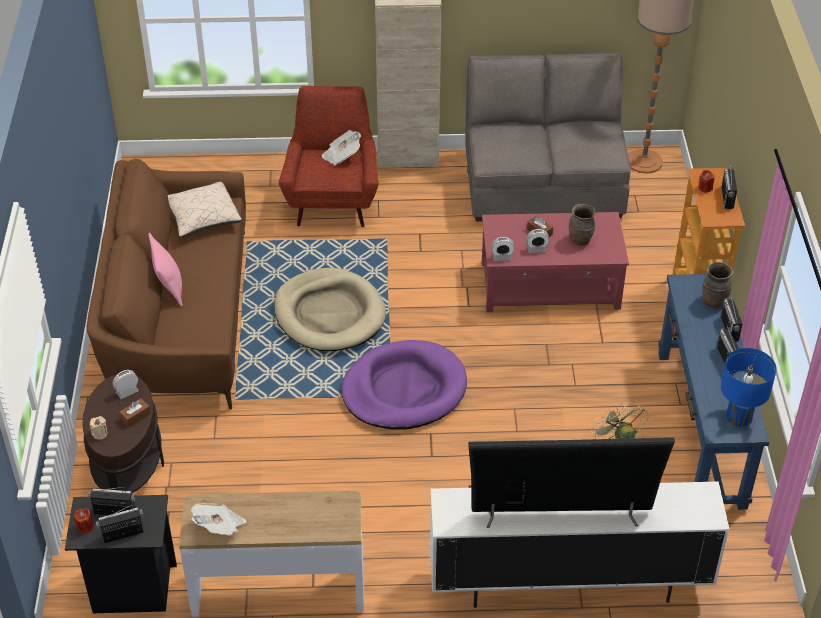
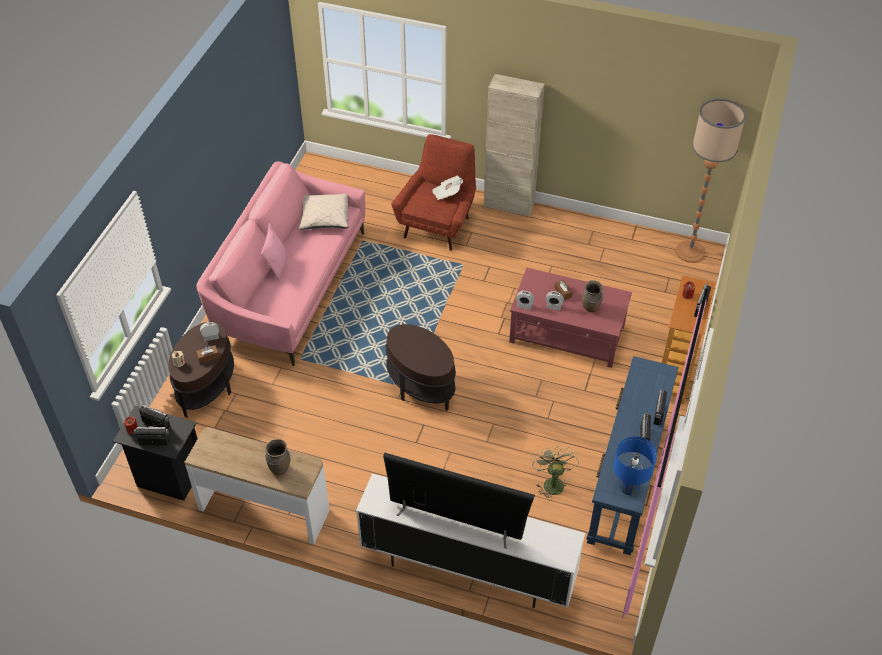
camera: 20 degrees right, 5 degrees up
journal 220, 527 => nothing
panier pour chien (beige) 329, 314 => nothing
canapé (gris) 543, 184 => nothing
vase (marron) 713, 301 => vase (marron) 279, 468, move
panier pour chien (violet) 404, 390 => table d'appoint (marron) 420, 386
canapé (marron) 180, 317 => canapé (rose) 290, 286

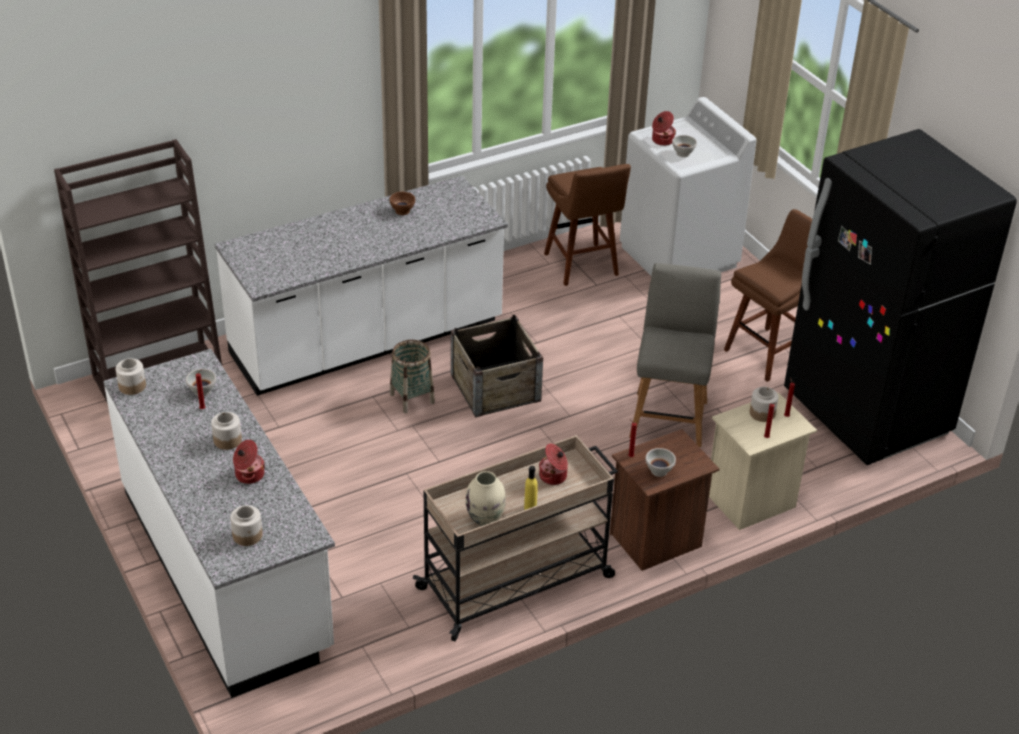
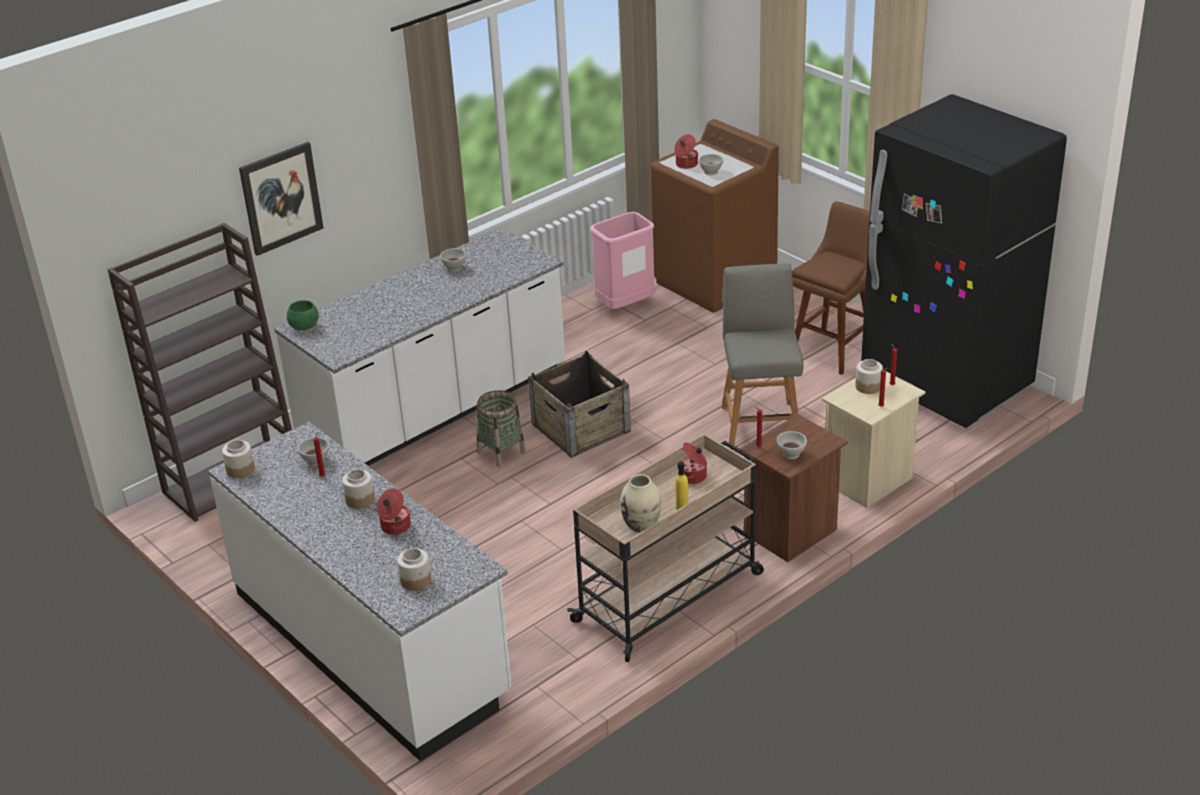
camera: 10 degrees left, 5 degrees down
nothing => tableau 281, 198
nothing => bol (vert) 304, 327
tabouret (marron) 582, 266 => poubelle (rose) 625, 306
bol (marron) 403, 211 => bol (blanc) 454, 268
lave-linge (blanc) 679, 257 => lave-linge (marron) 715, 282

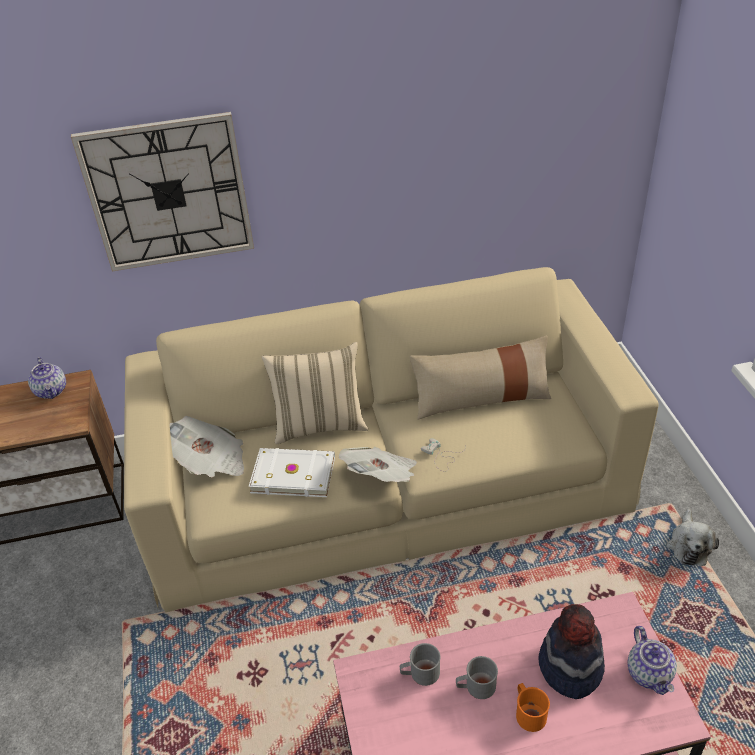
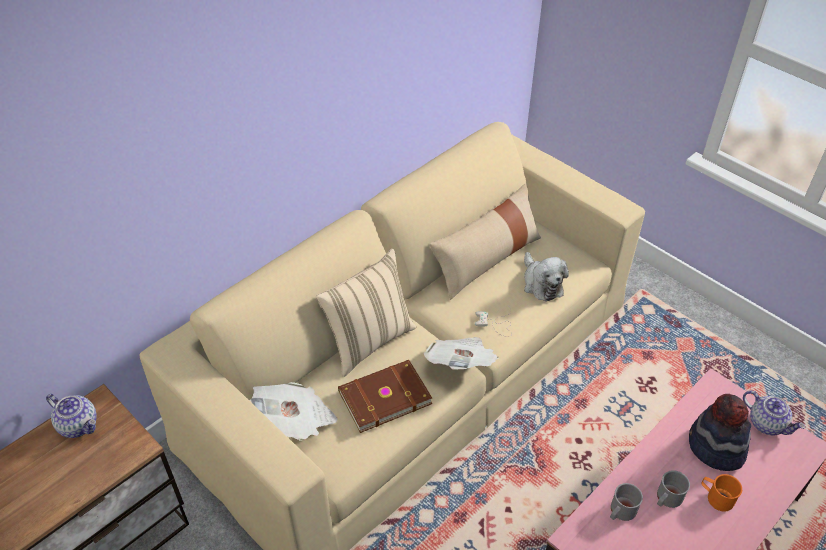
camera: 35 degrees left, 5 degrees up
horloge murale 168, 193 => nothing
peluche 688, 545 => peluche 541, 283, move
livre (blanc) 293, 473 => livre (marron) 383, 396

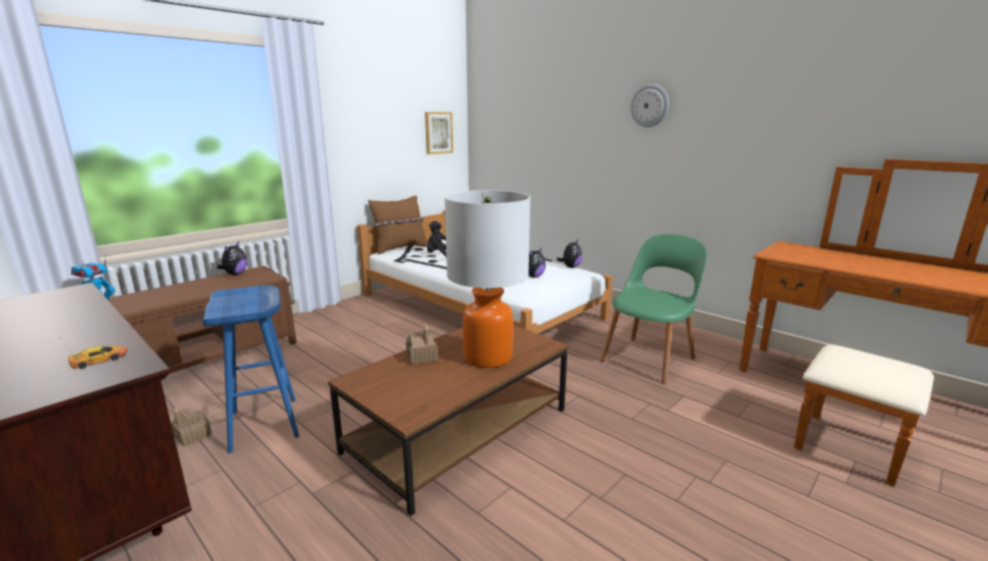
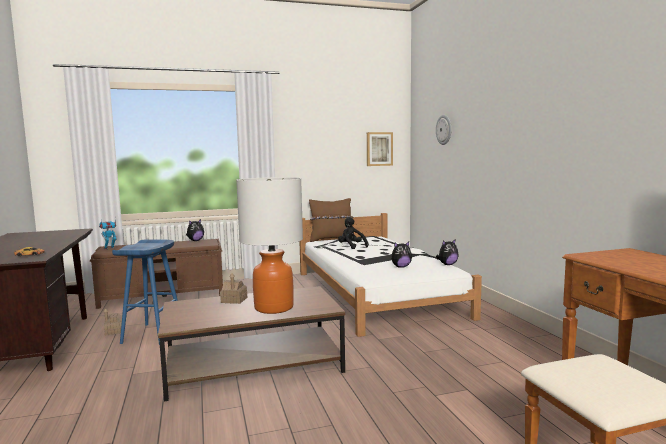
camera: 30 degrees right, 10 degrees down
chaise (vert) 649, 358 => nothing
horloge murale 649, 105 => horloge murale 444, 129, move

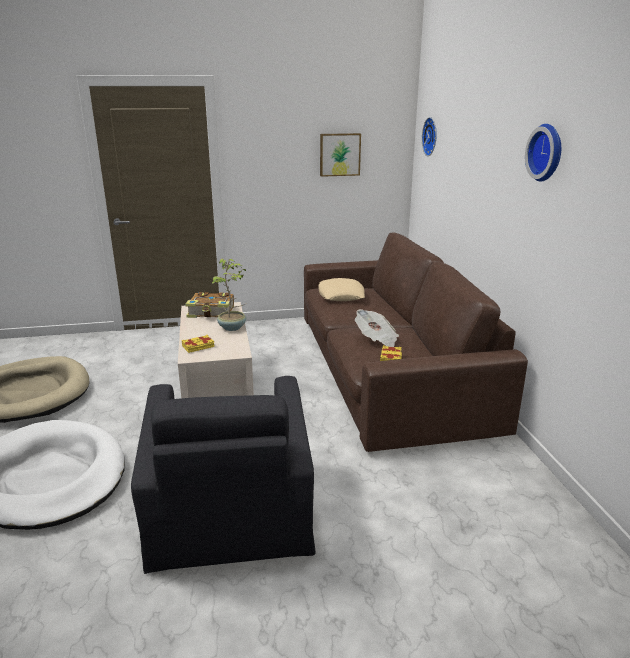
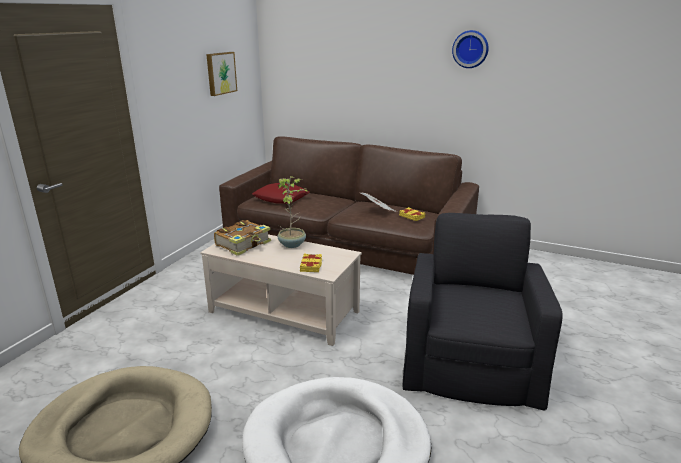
camera: 55 degrees left, 0 degrees up
horloge murale 431, 136 => nothing
coussin (beige) 341, 295 => coussin (rouge) 281, 198
fauteuil (noir) 230, 512 => fauteuil (noir) 471, 357, 105 degrees counterclockwise

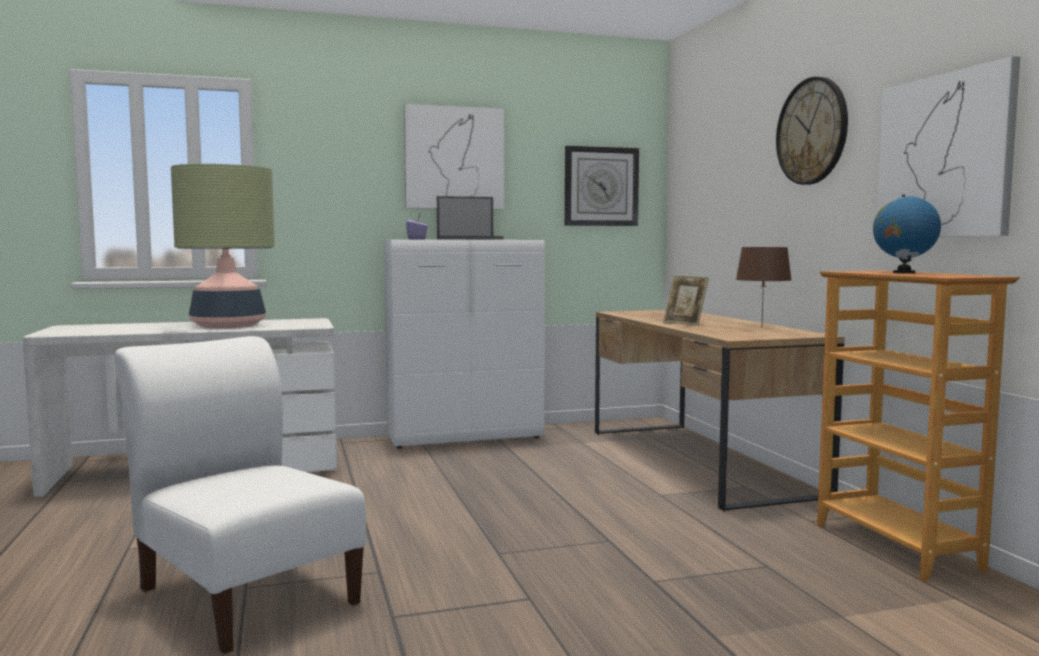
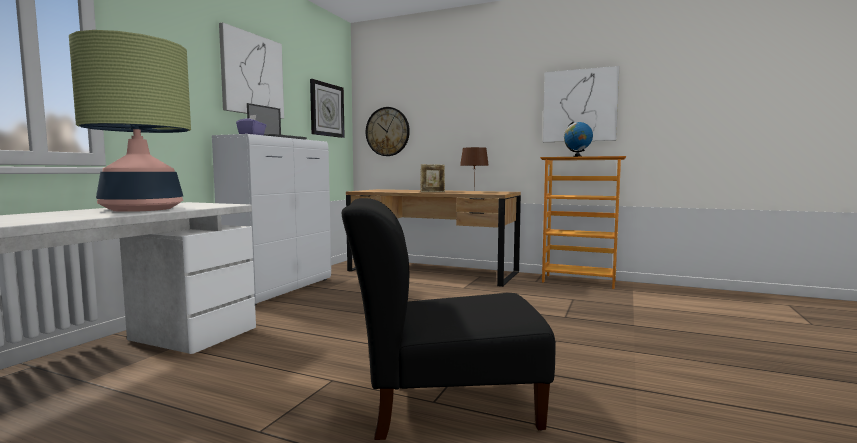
camera: 50 degrees left, 0 degrees up
horloge murale 812, 131 => horloge murale 387, 131, move
chaise (blanc) 245, 592 => chaise (noir) 443, 403

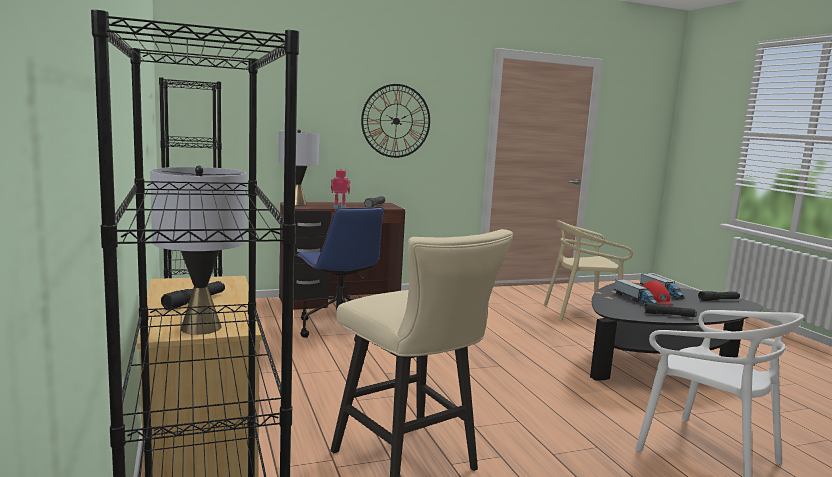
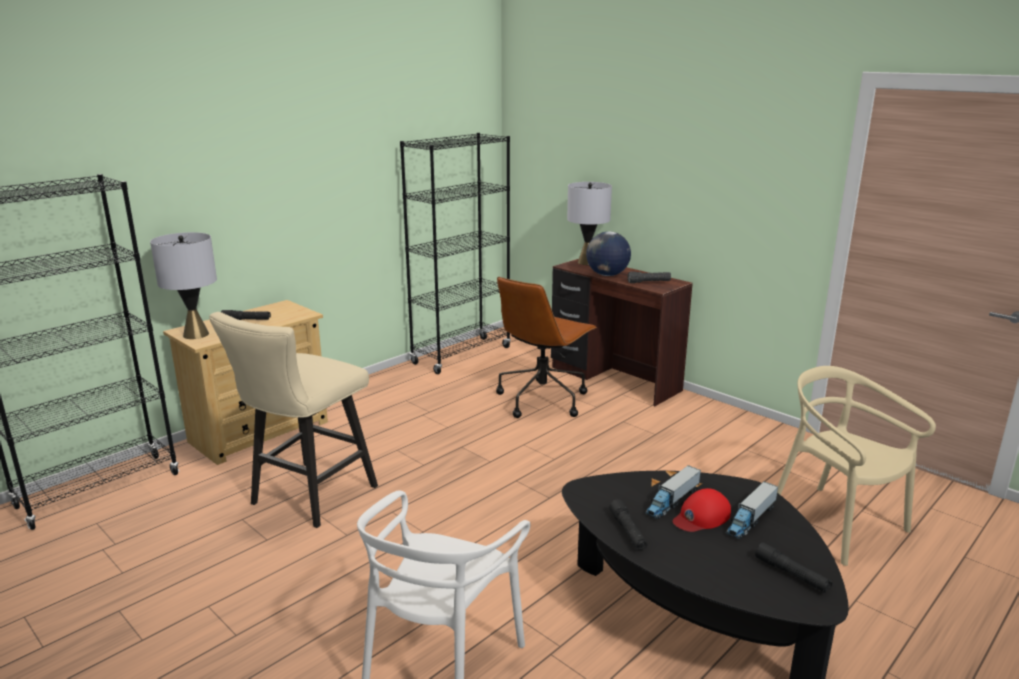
camera: 65 degrees right, 10 degrees up
horloge murale 396, 121 => nothing
robot jouet 339, 207 => globe 607, 275
chaise de bureau (bleu) 338, 327 => chaise de bureau (marron) 542, 399

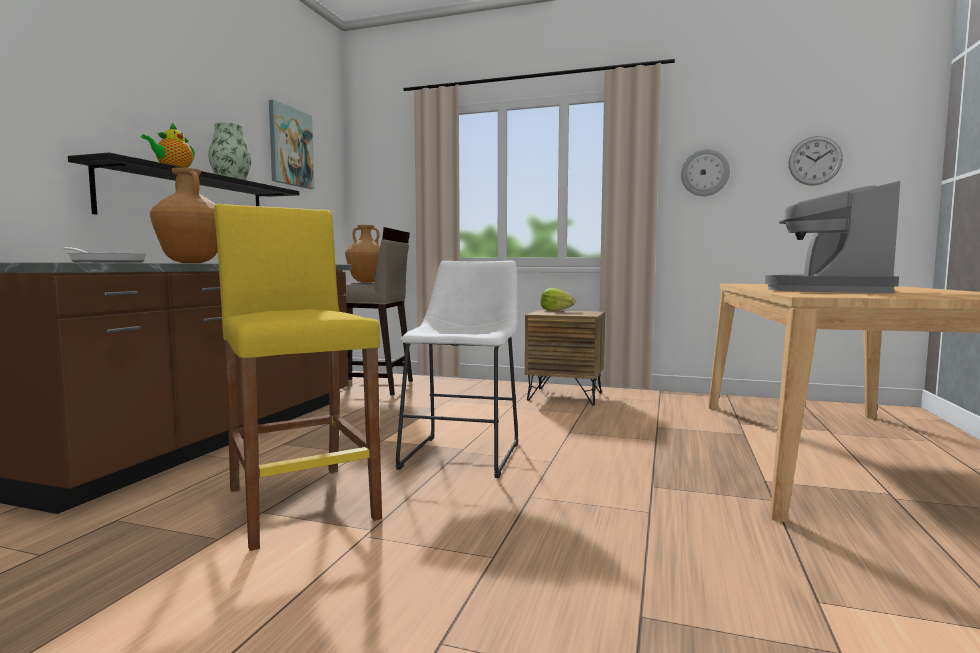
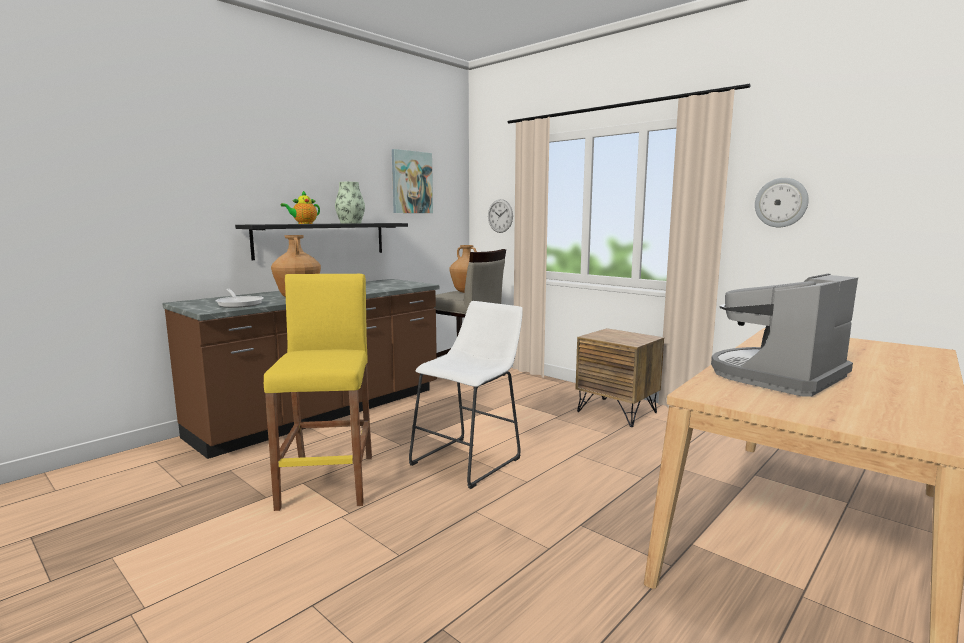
camera: 25 degrees right, 5 degrees up
laitue 556, 311 => nothing
horloge murale 815, 160 => horloge murale 500, 216, move

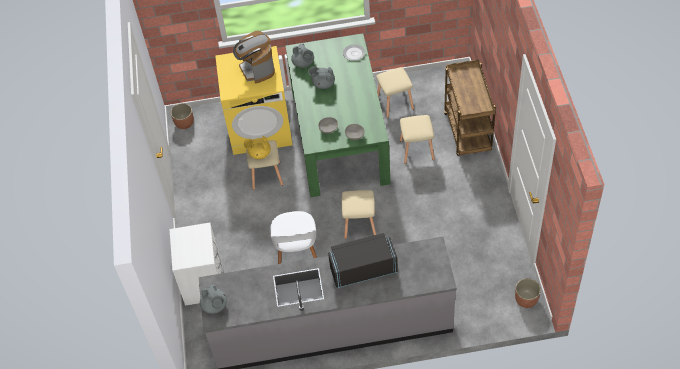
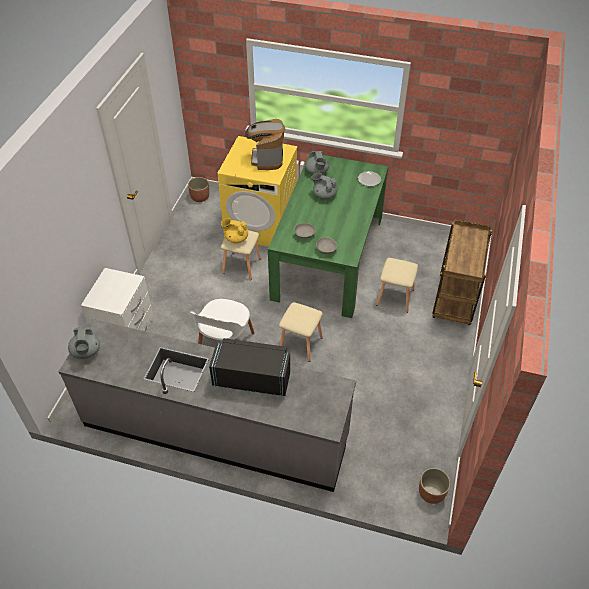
camera: 20 degrees right, 5 degrees down
tabouret (beige) 395, 103 => nothing

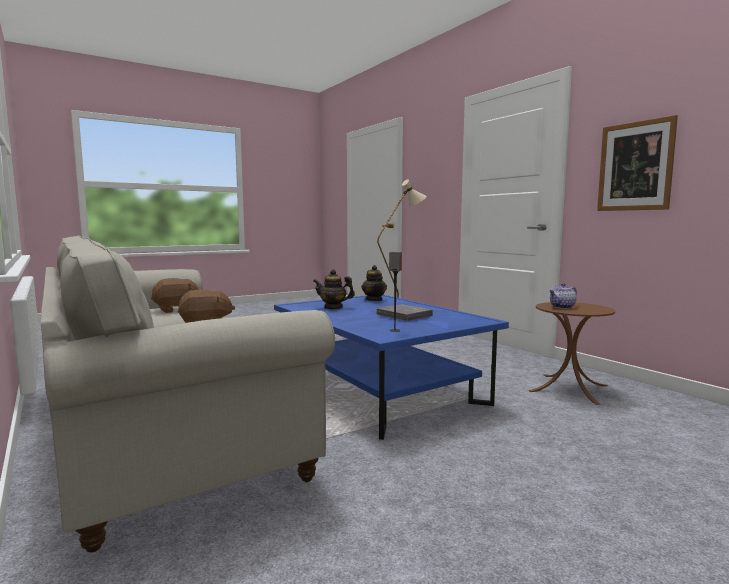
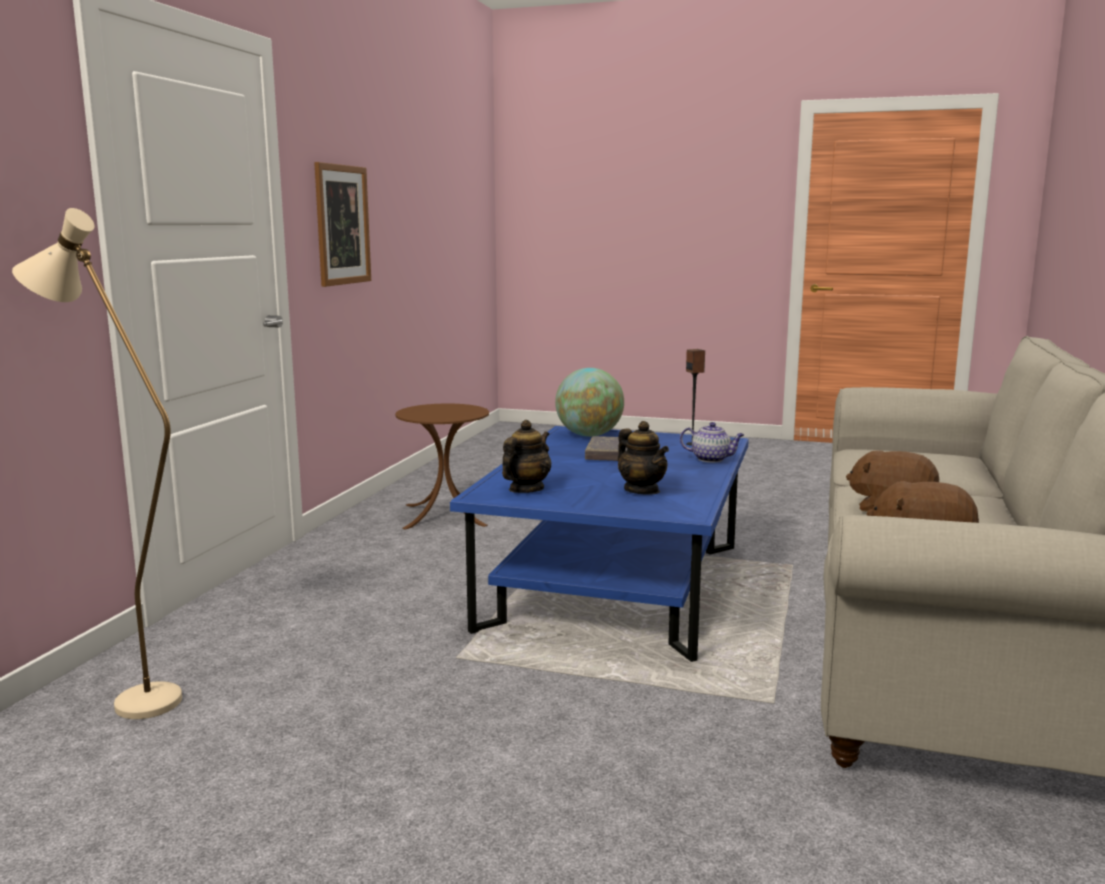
camera: 130 degrees left, 5 degrees up
nothing => globe 589, 435
théière 562, 307 => théière 711, 459, move

